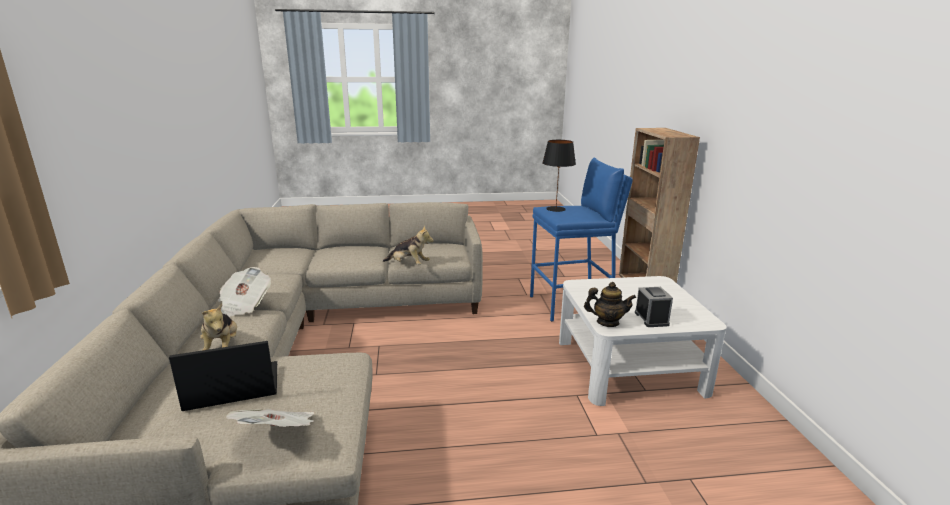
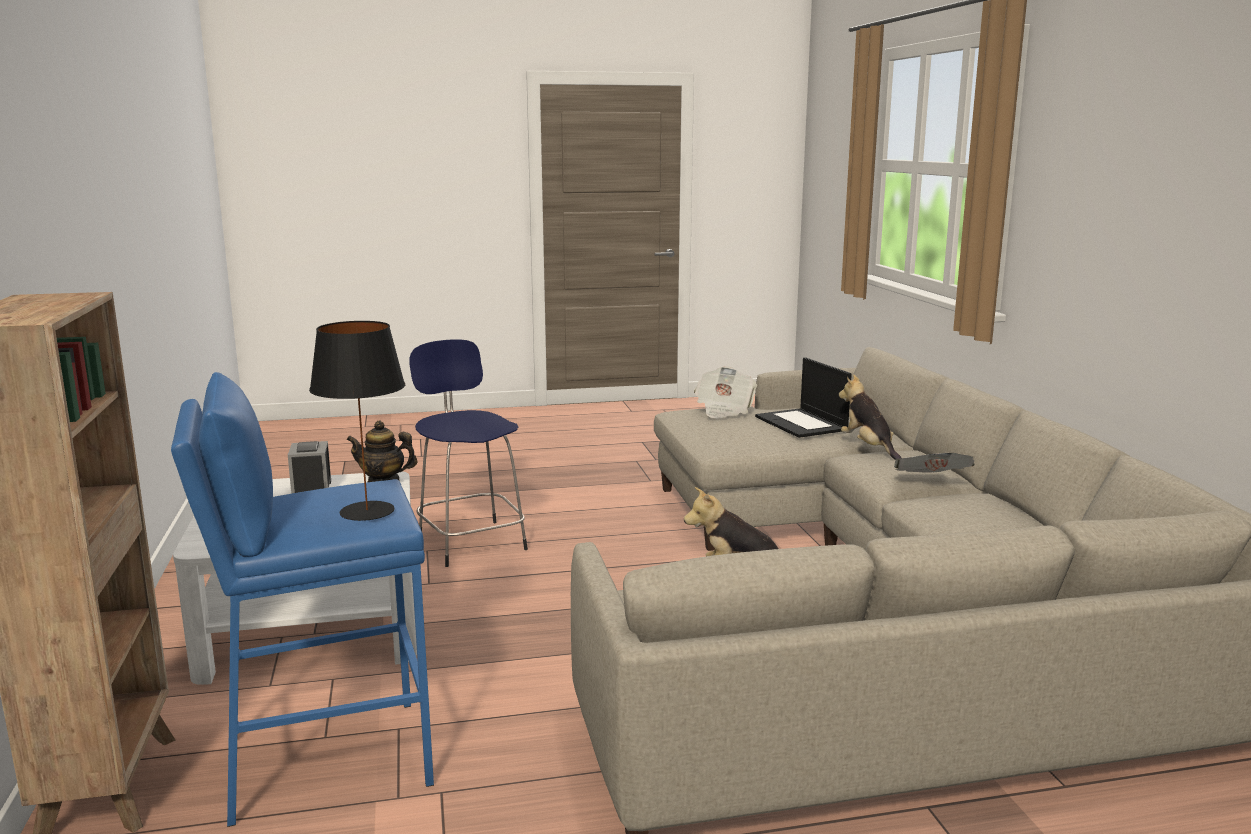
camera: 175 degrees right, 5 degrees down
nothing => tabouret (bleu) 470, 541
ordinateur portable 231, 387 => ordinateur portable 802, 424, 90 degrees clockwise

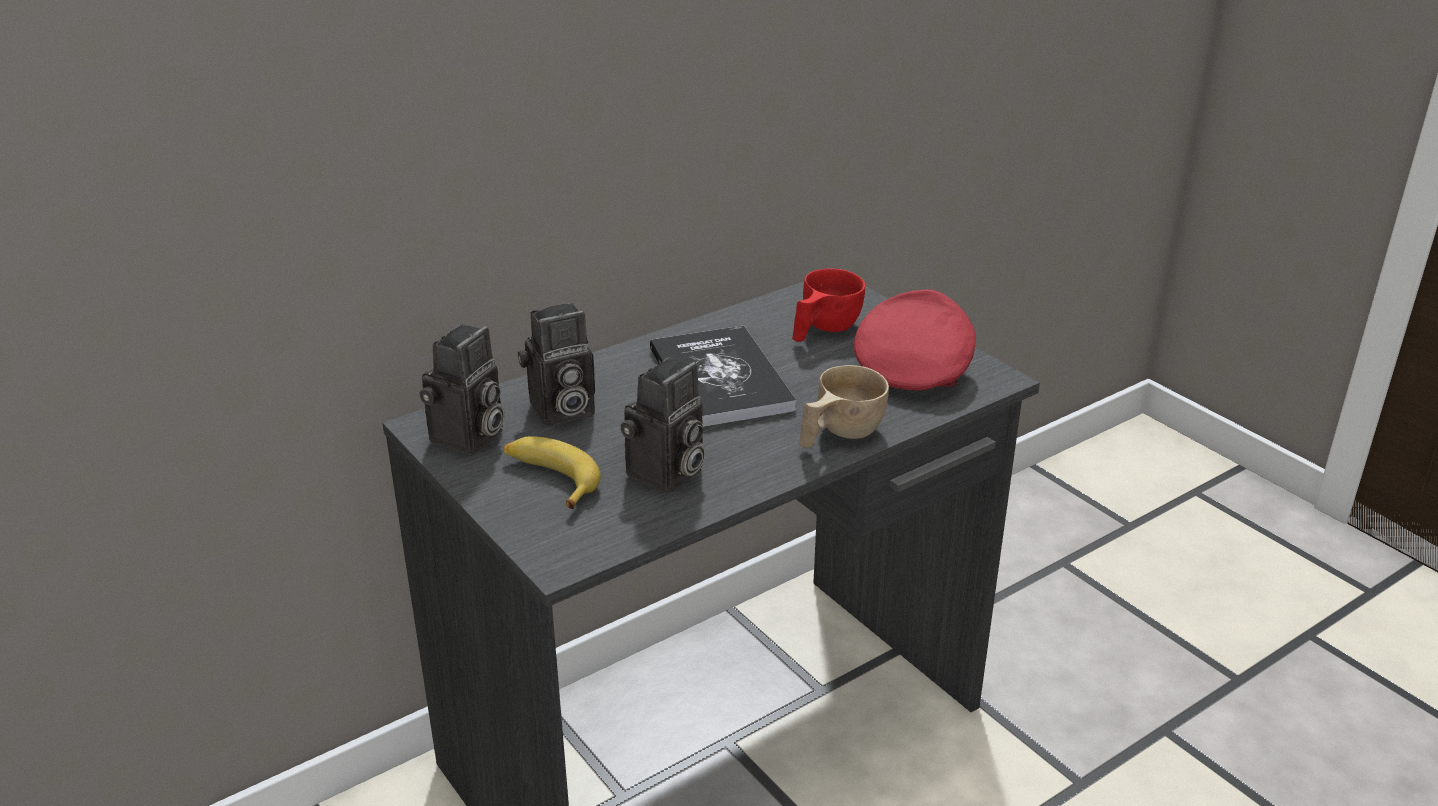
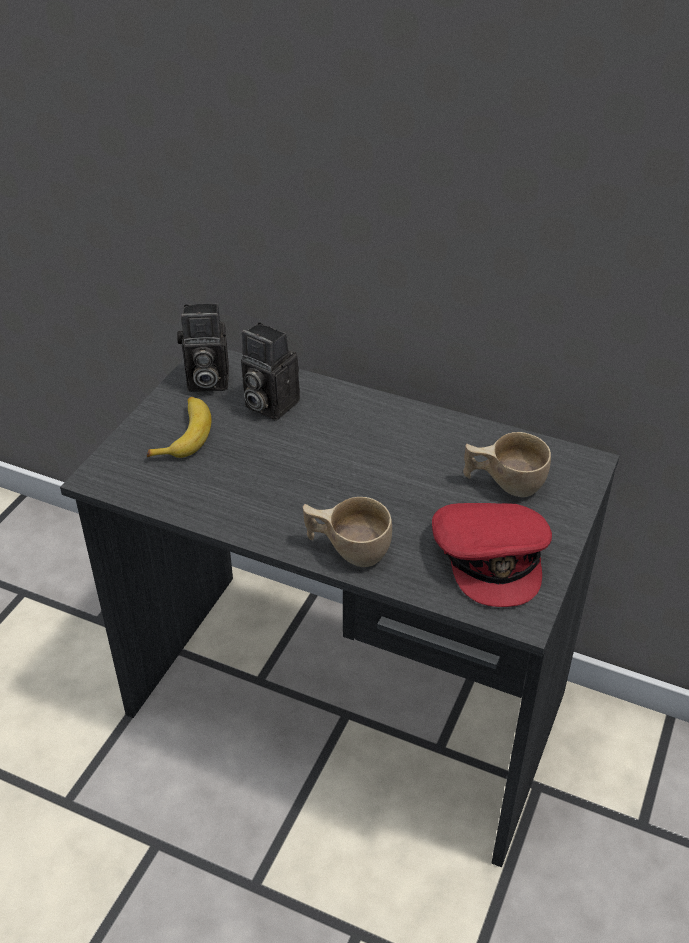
camera: 60 degrees right, 10 degrees up
appareil photo 666, 476 => nothing
livre 720, 379 => nothing
tasse (rouge) 822, 329 => tasse (beige) 503, 483
casquette (rouge) 912, 367 => casquette (rouge) 491, 557, 90 degrees clockwise

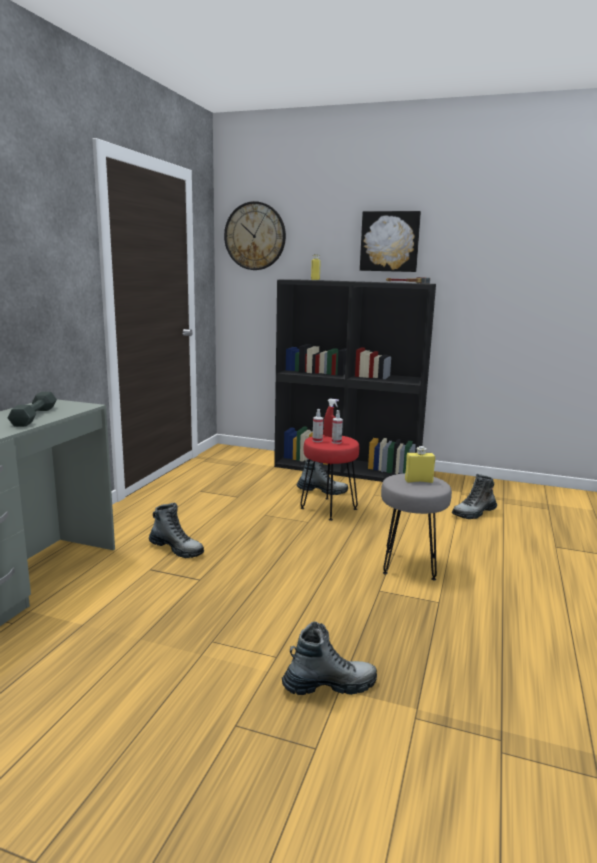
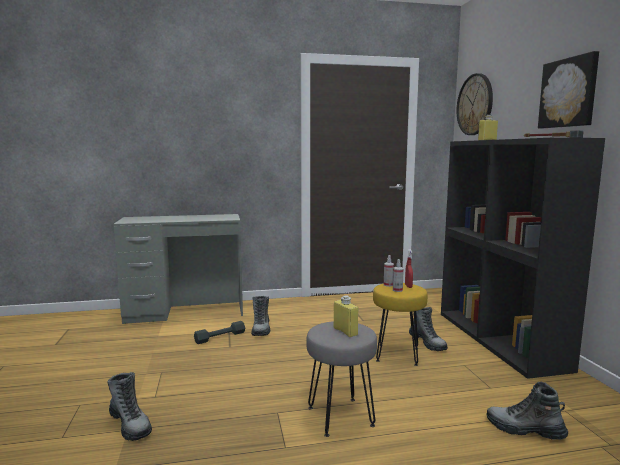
camera: 60 degrees right, 5 degrees down
haltère (gris) 34, 416 => haltère (gris) 220, 337, move
tabouret (rouge) 328, 508 => tabouret (jaune) 398, 354

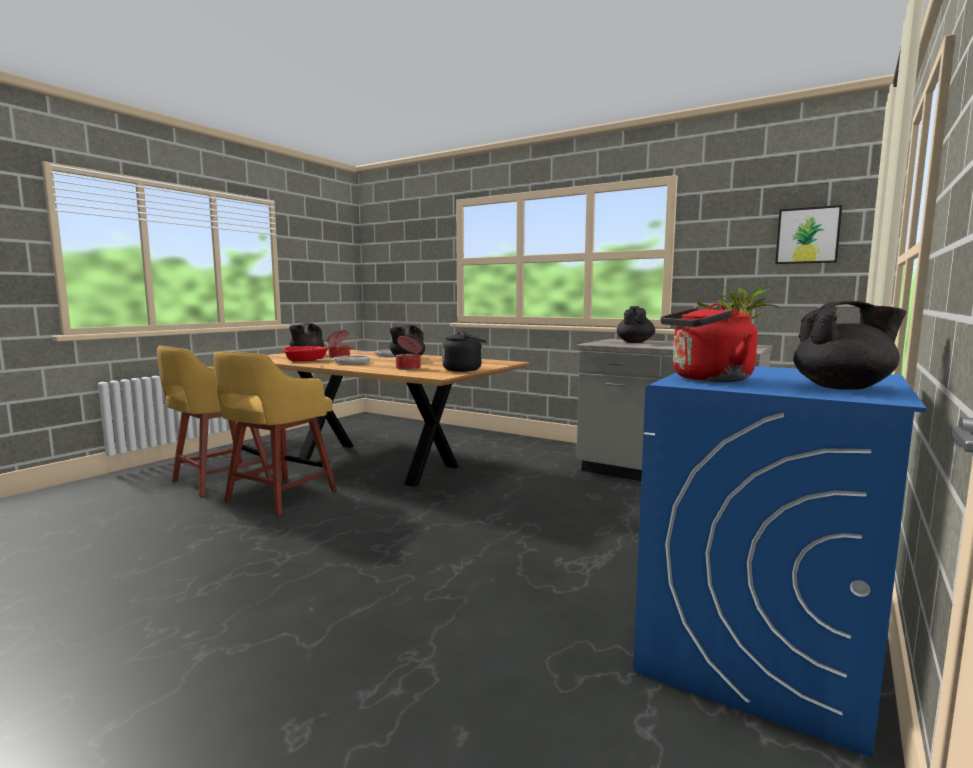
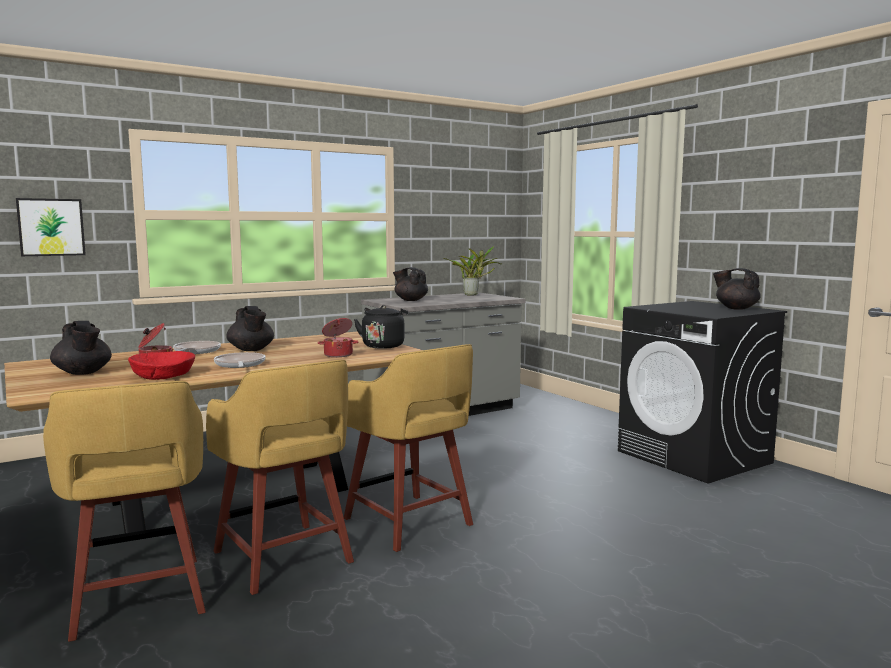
camera: 65 degrees left, 0 degrees up
bouilloire (rouge) 707, 379 => nothing
nothing => tabouret (jaune) 409, 523
tableau 808, 235 => tableau 51, 227, move
lave-linge (bleu) 756, 651 => lave-linge (noir) 694, 457
théière (noir) 843, 388 => théière (noir) 736, 308, 75 degrees counterclockwise

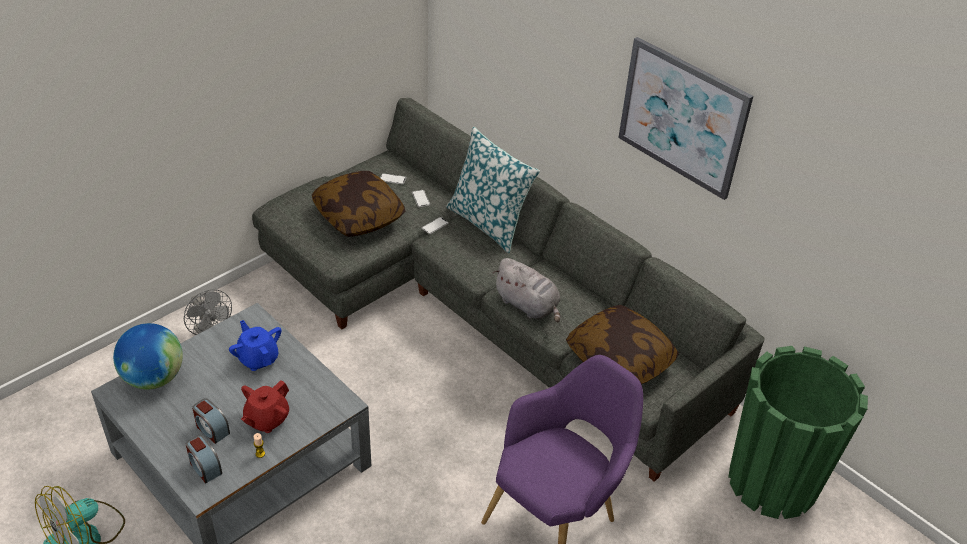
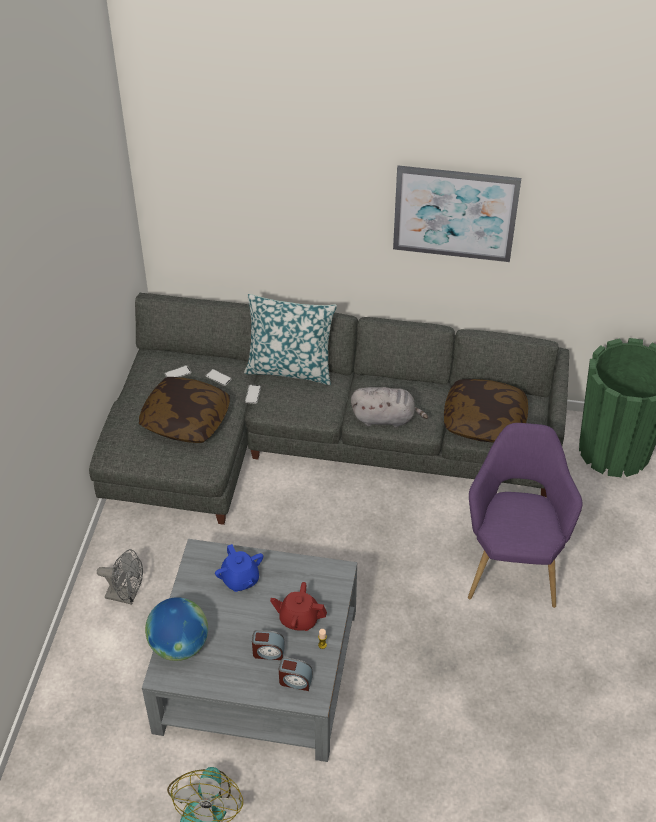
camera: 35 degrees left, 5 degrees up
théière (bleu) 258, 358 => théière (bleu) 240, 579, 135 degrees counterclockwise
théière (rouge) 266, 419 => théière (rouge) 299, 619, 105 degrees clockwise

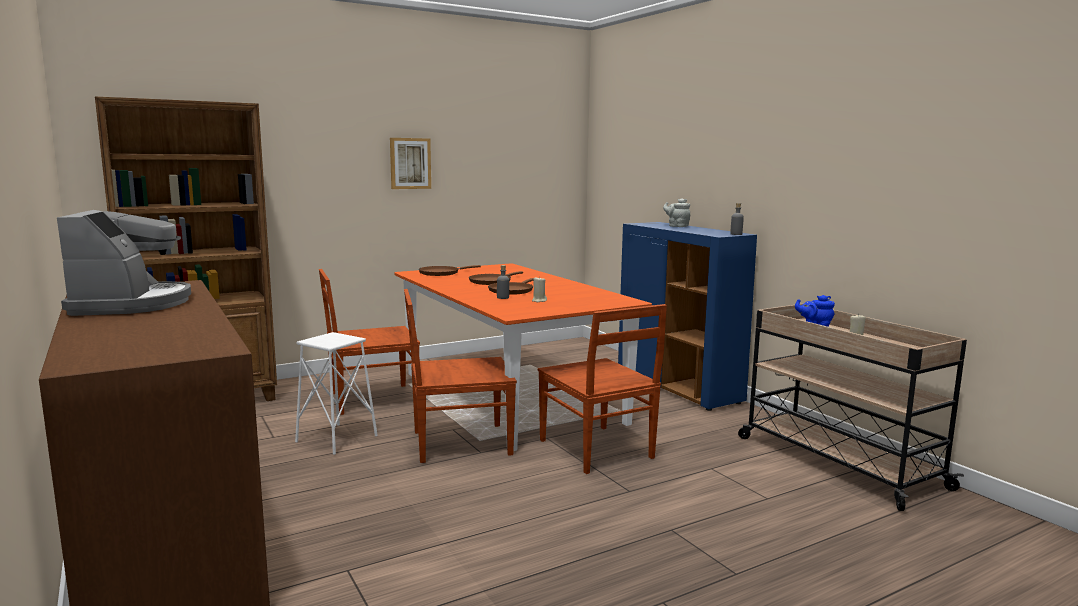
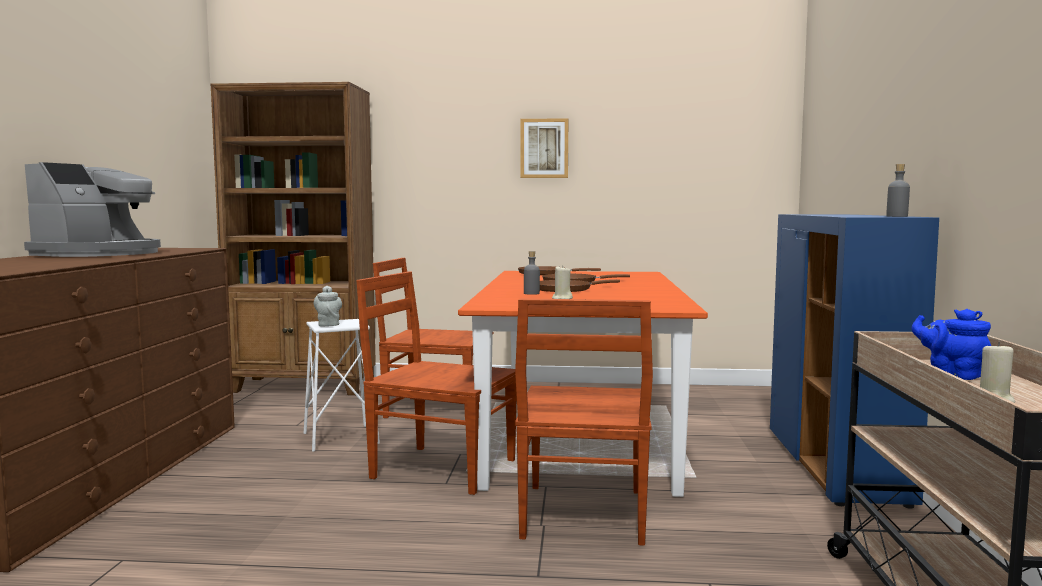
camera: 35 degrees right, 5 degrees down
théière (gris) 677, 226 => théière (gris) 328, 324, move

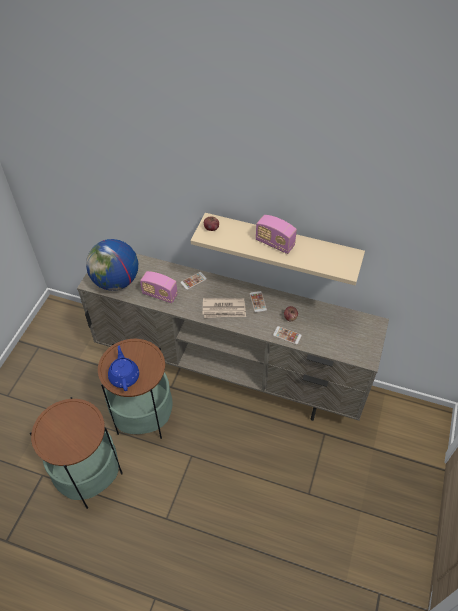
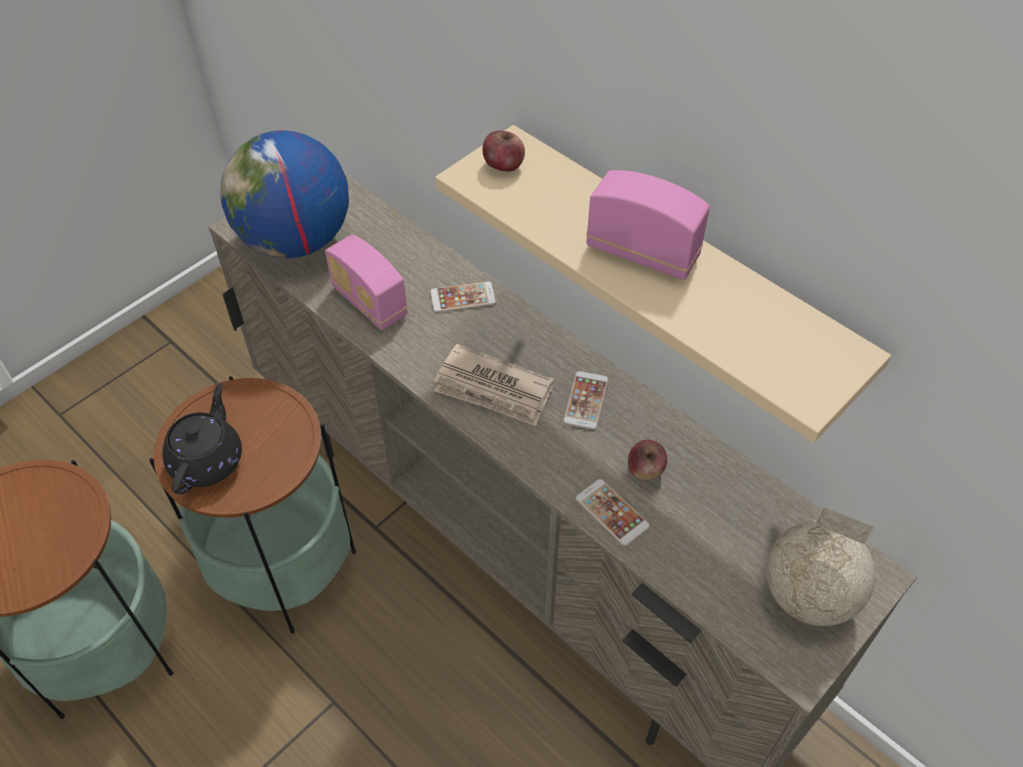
camera: 25 degrees right, 0 degrees up
nothing => globe 808, 597
théière (bleu) 124, 376 => théière (noir) 208, 459
radio 274, 243 => radio 642, 252, 150 degrees clockwise

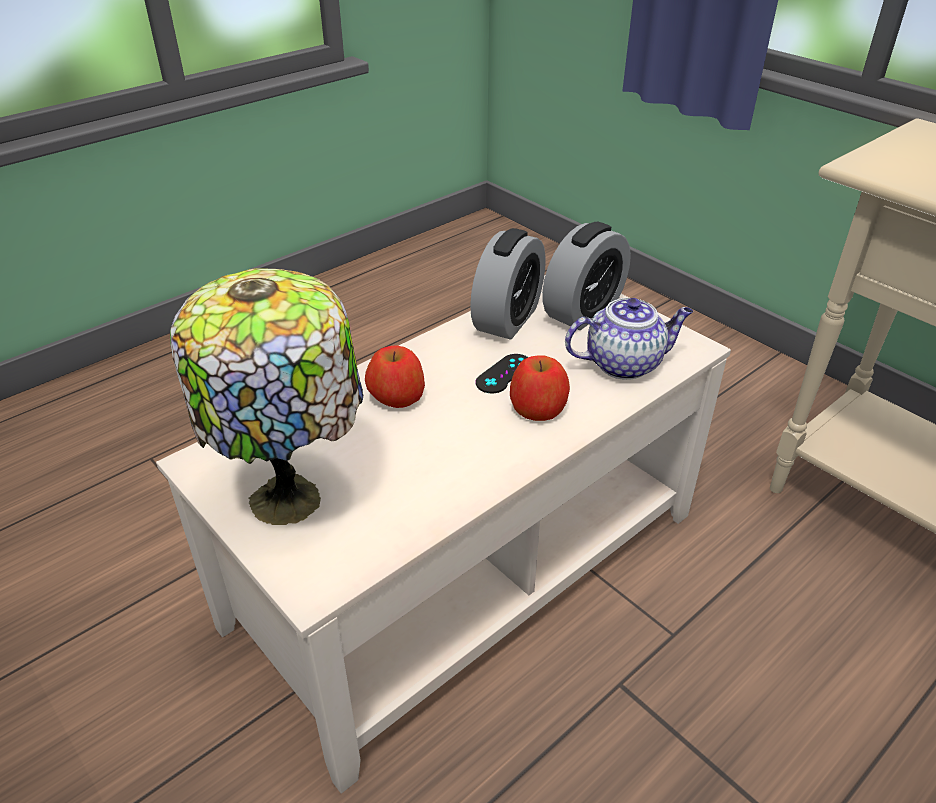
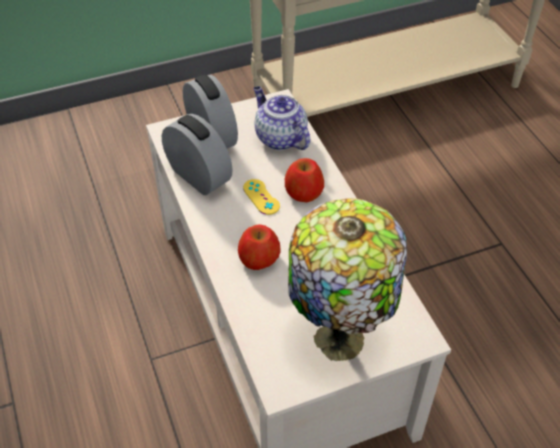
camera: 70 degrees left, 10 degrees up
manette (noir) 504, 374 => manette (jaune) 261, 197
théière 625, 363 => théière 279, 138, 45 degrees counterclockwise

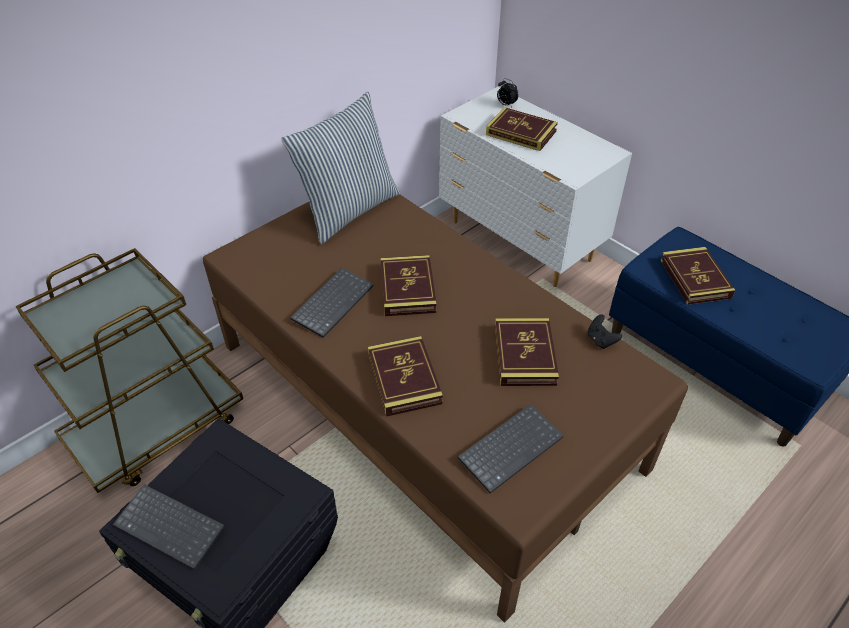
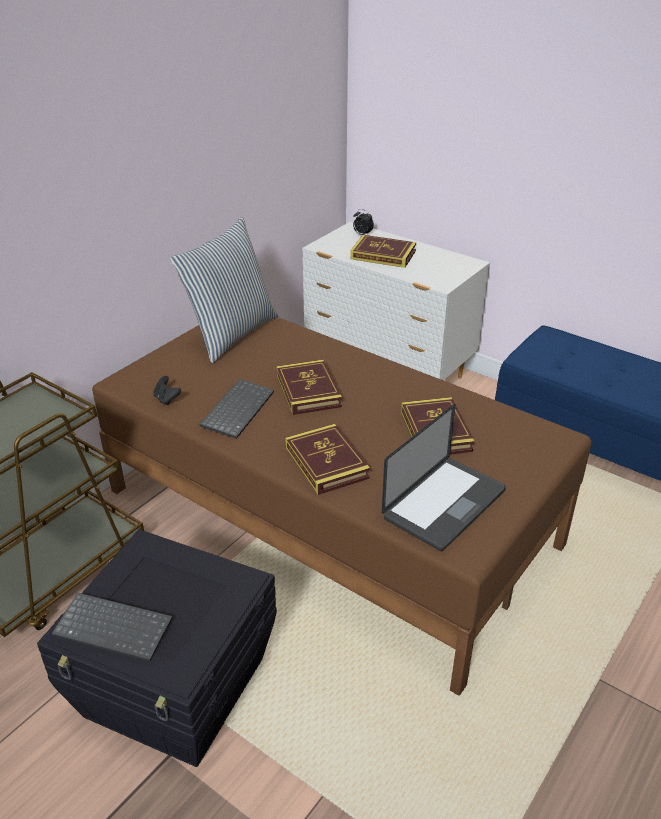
camera: 10 degrees left, 10 degrees down
livre 695, 278 => nothing
manette (noir) 600, 340 => manette (noir) 167, 399, move
clavier 510, 446 => ordinateur portable 444, 504

